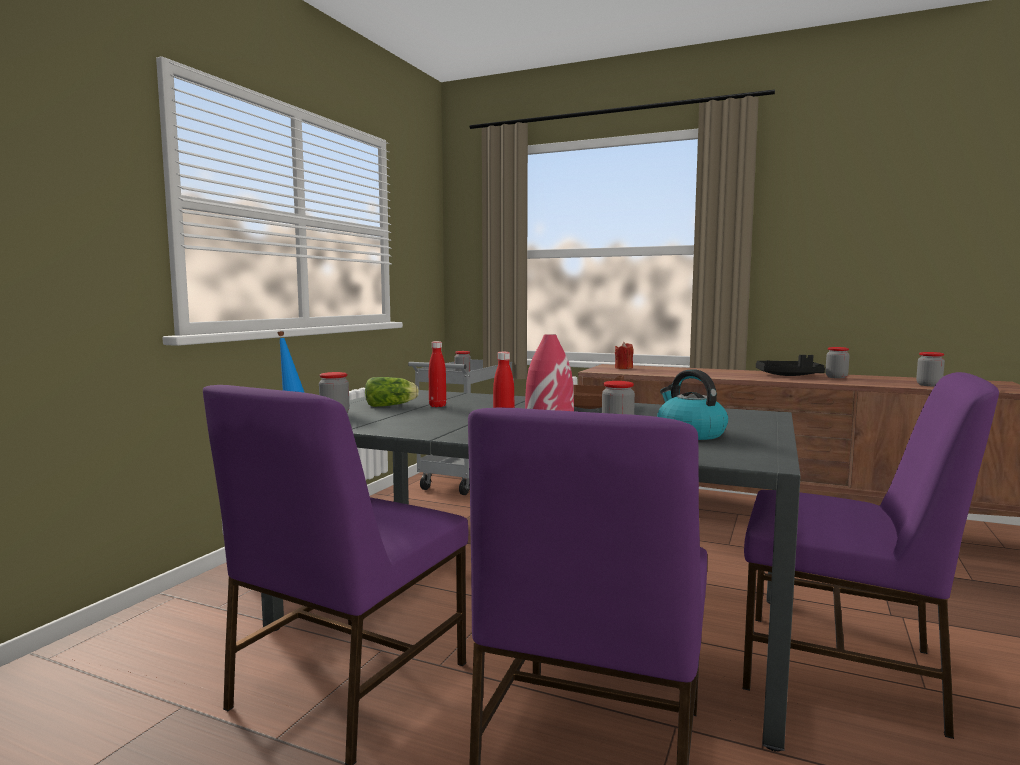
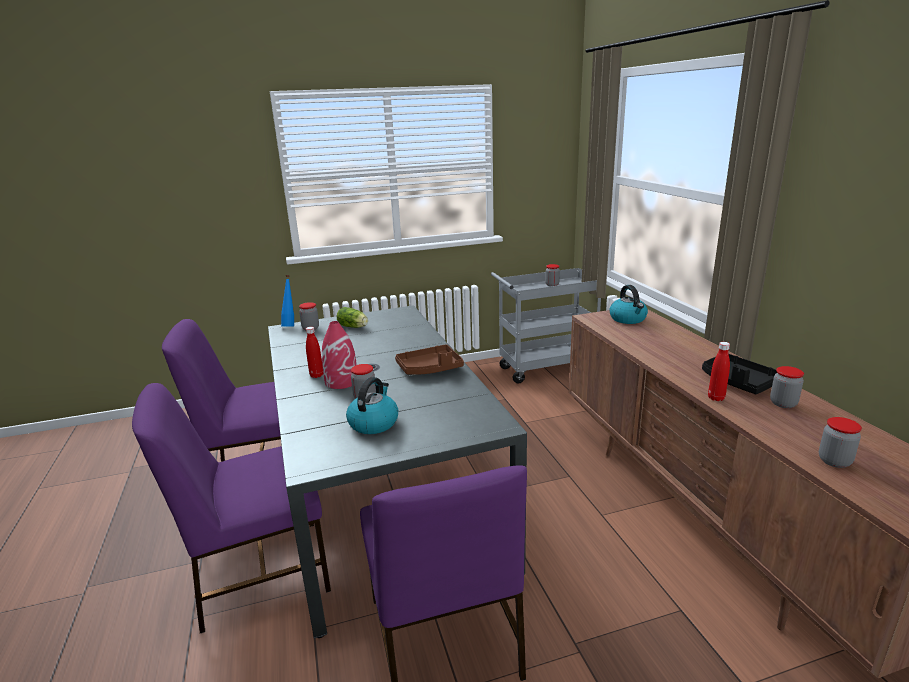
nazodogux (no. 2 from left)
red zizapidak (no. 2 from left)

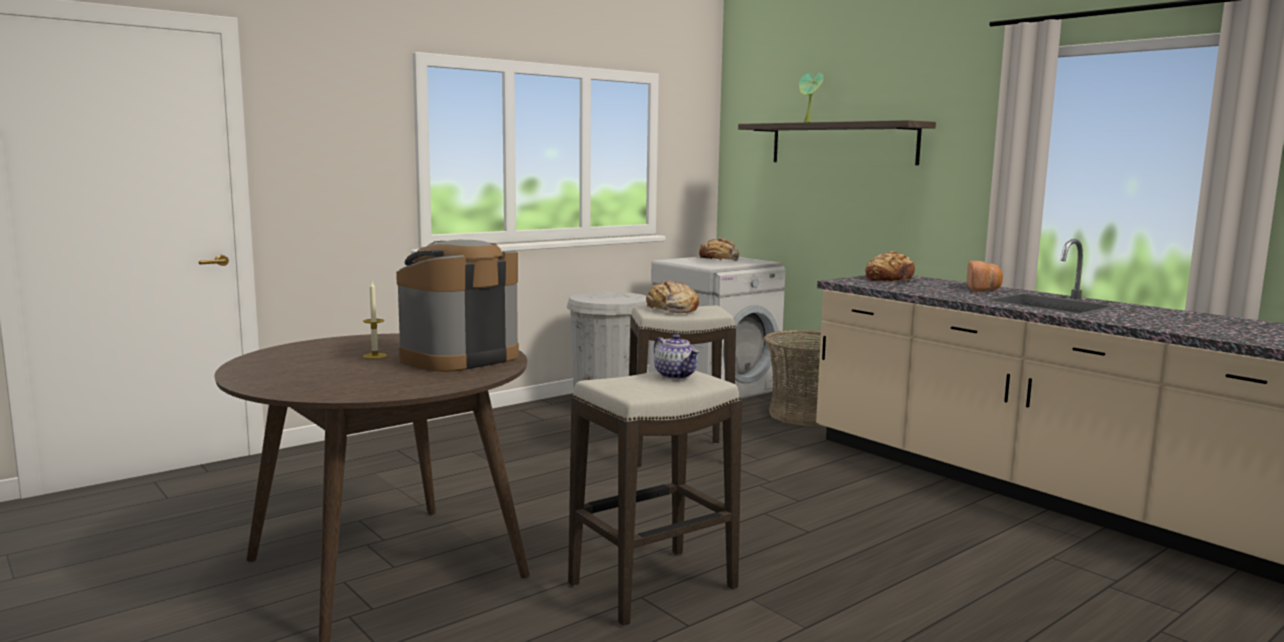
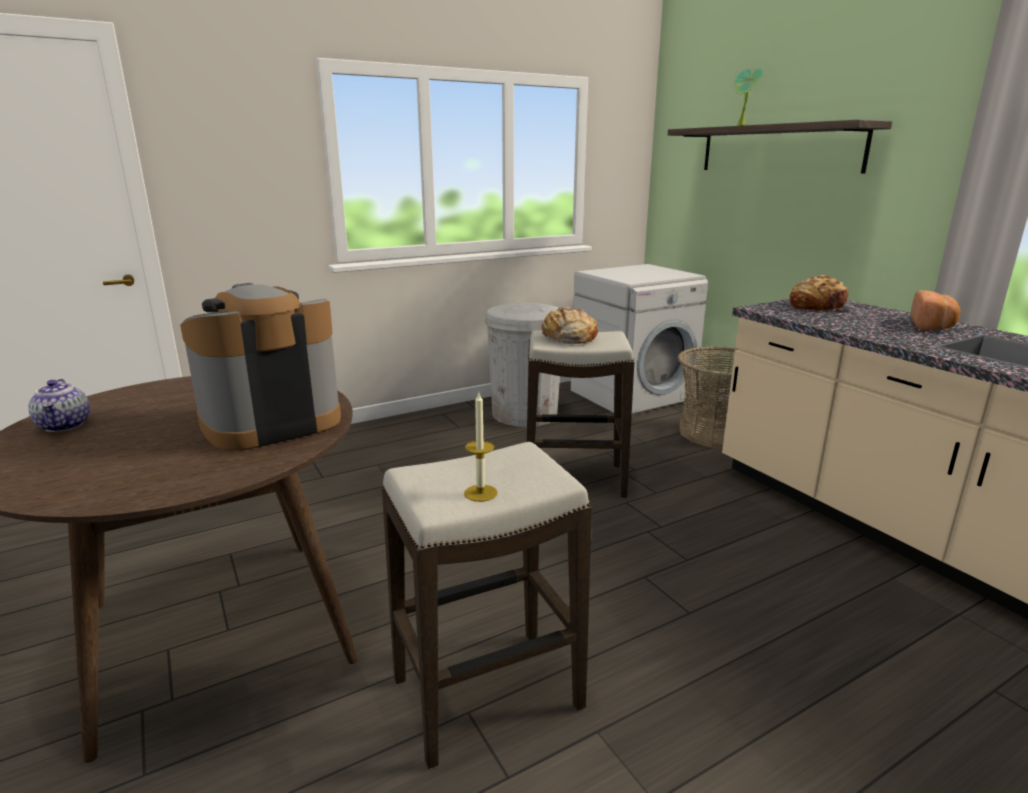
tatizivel
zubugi
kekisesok (no. 2 from left in the first image)

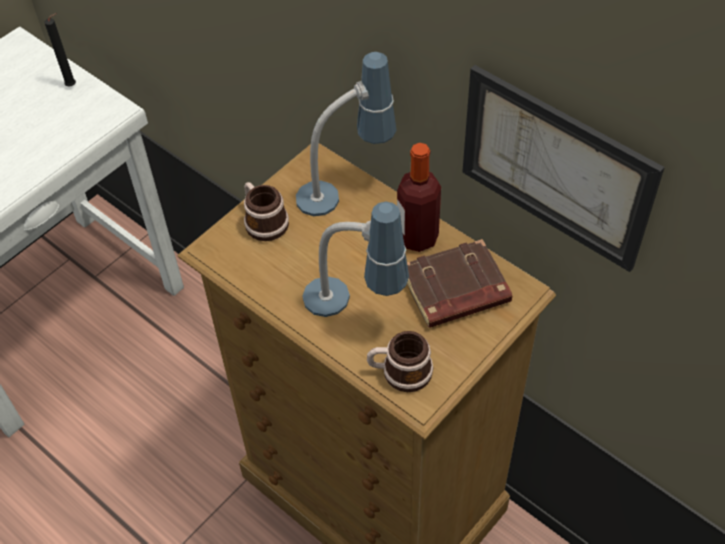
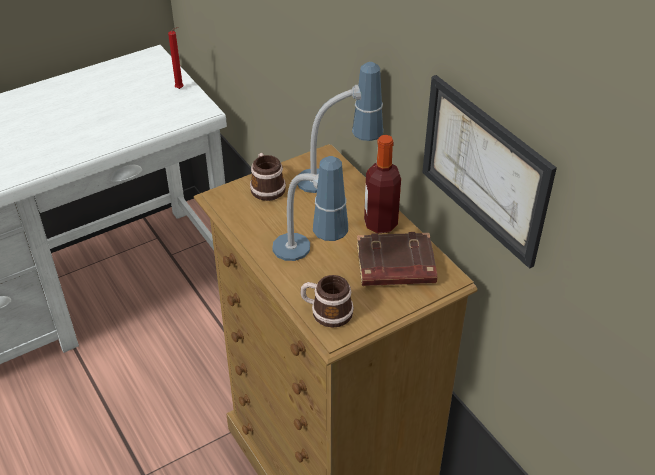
red zubugi

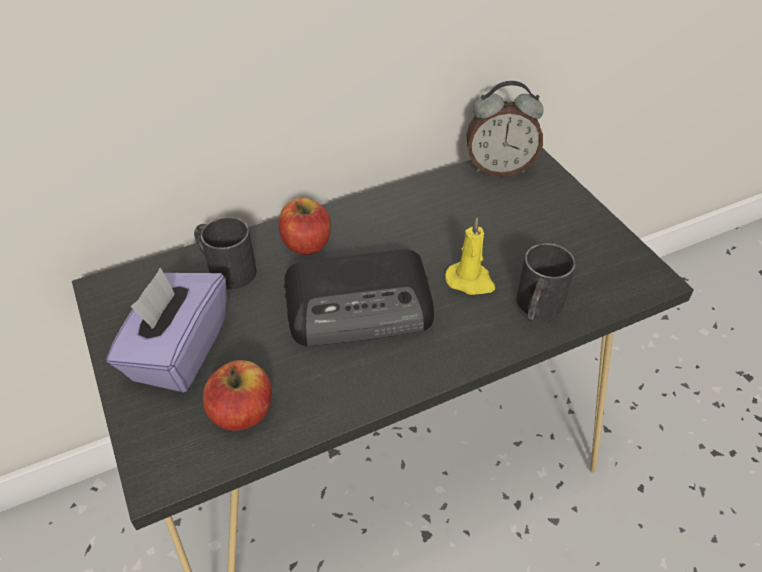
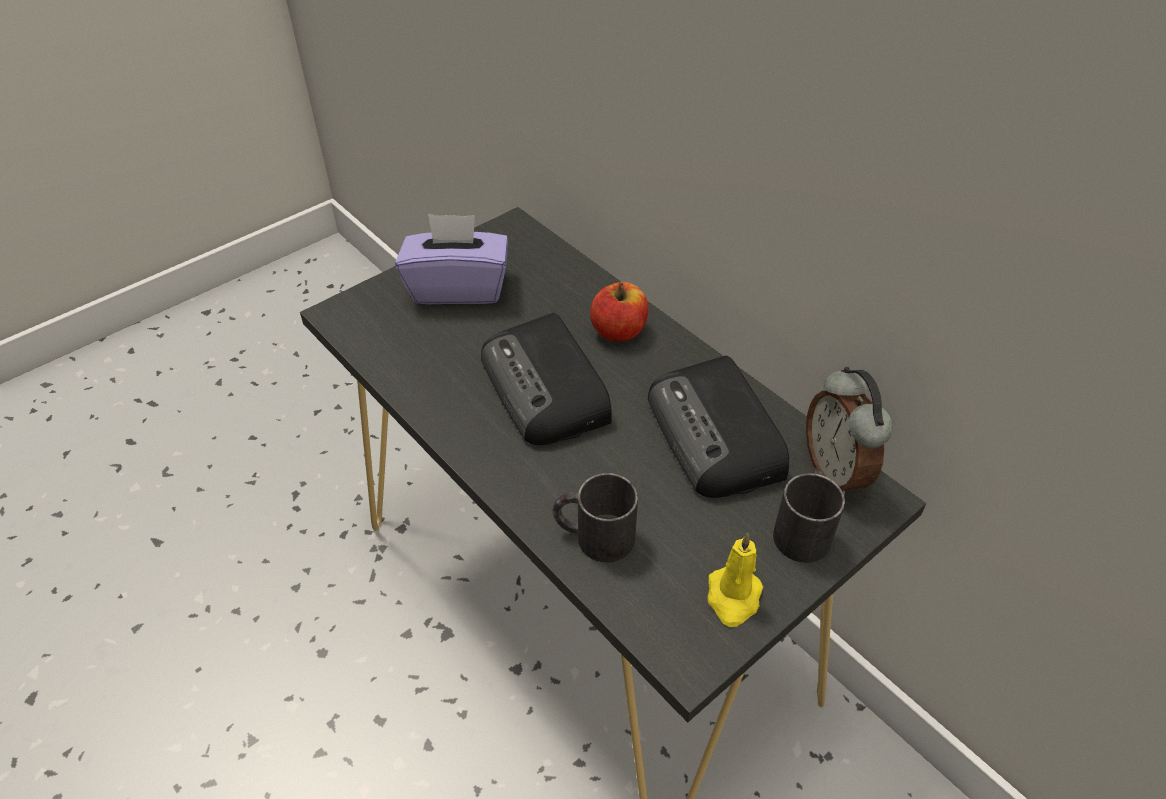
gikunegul (no. 2 from left)
yellow zubugi
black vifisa (no. 2 from left)
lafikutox (no. 1 from left in the first image)

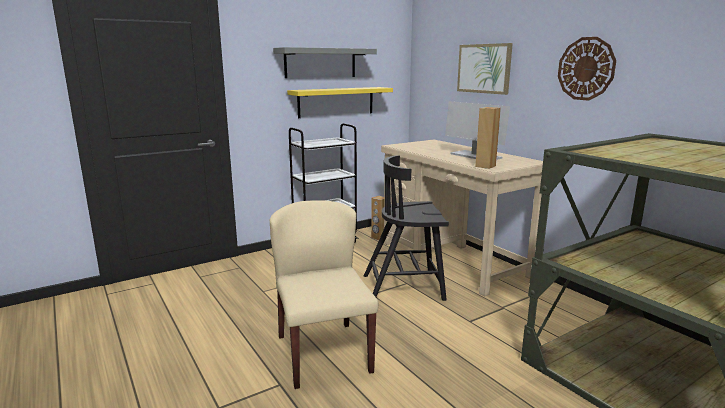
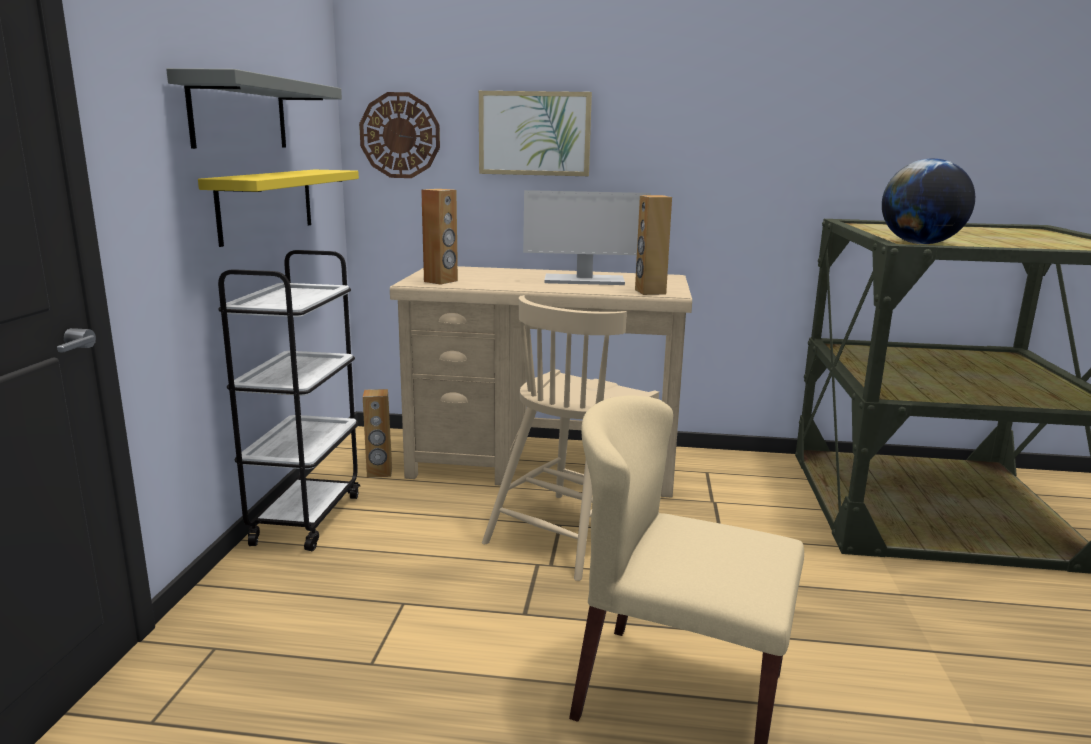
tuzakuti
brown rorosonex (no. 2 from left)
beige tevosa (no. 1 from left)
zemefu

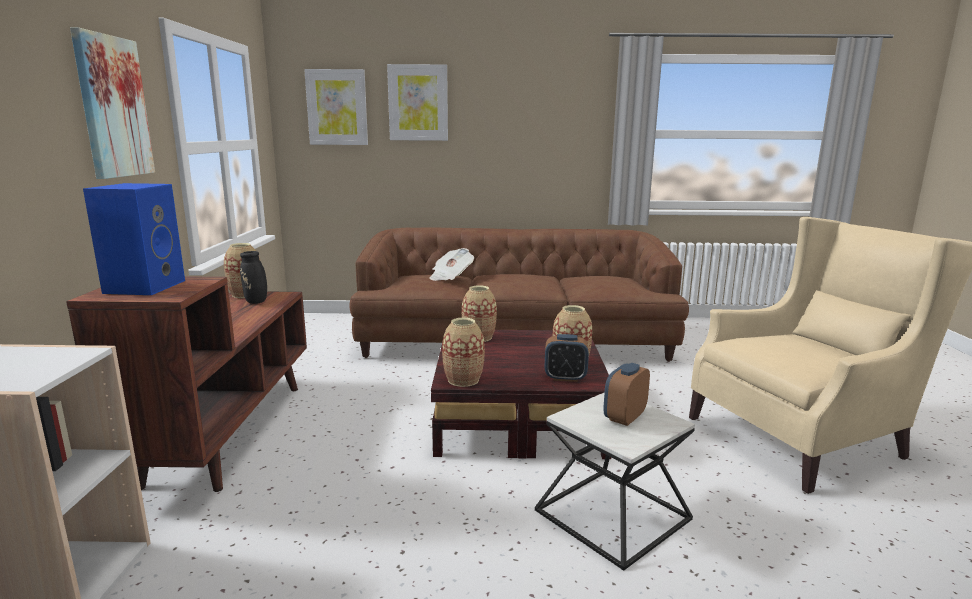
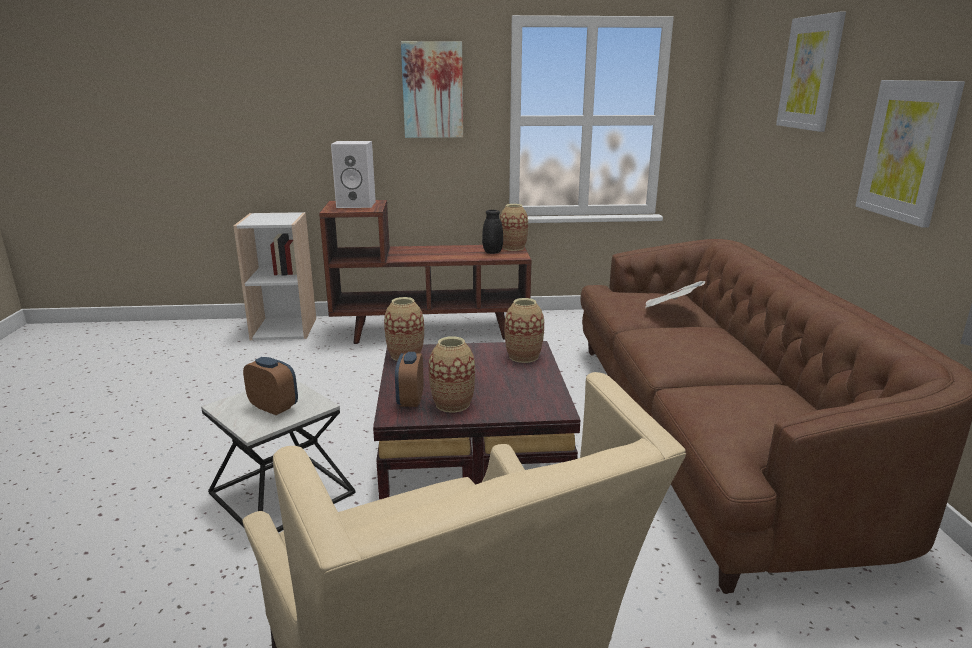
white rorosonex
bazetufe (no. 3 from left)

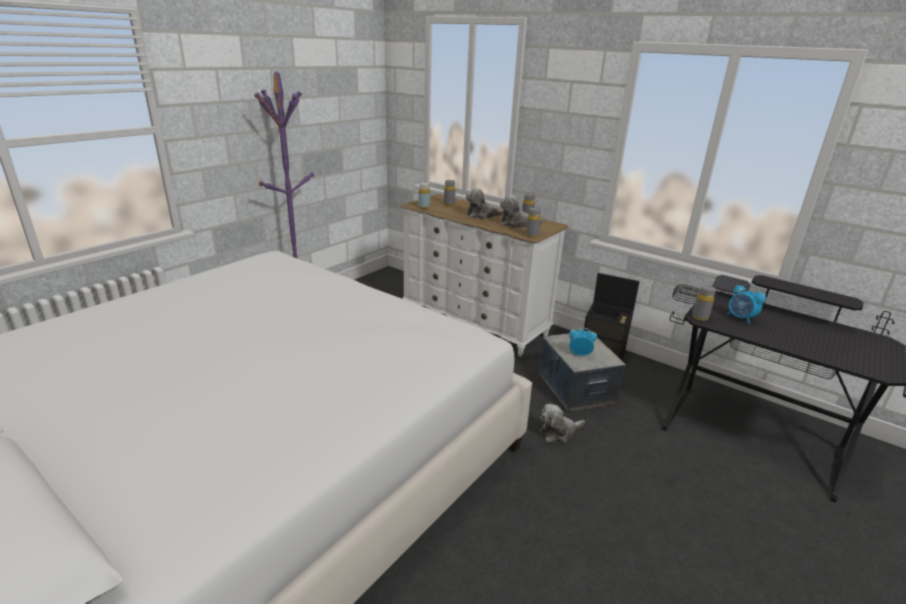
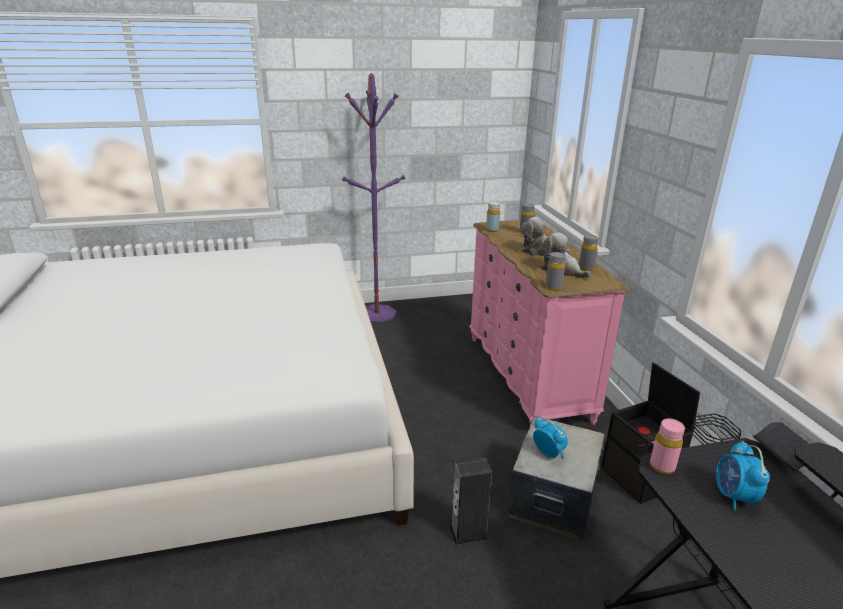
rorosonex
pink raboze
pink zizapidak

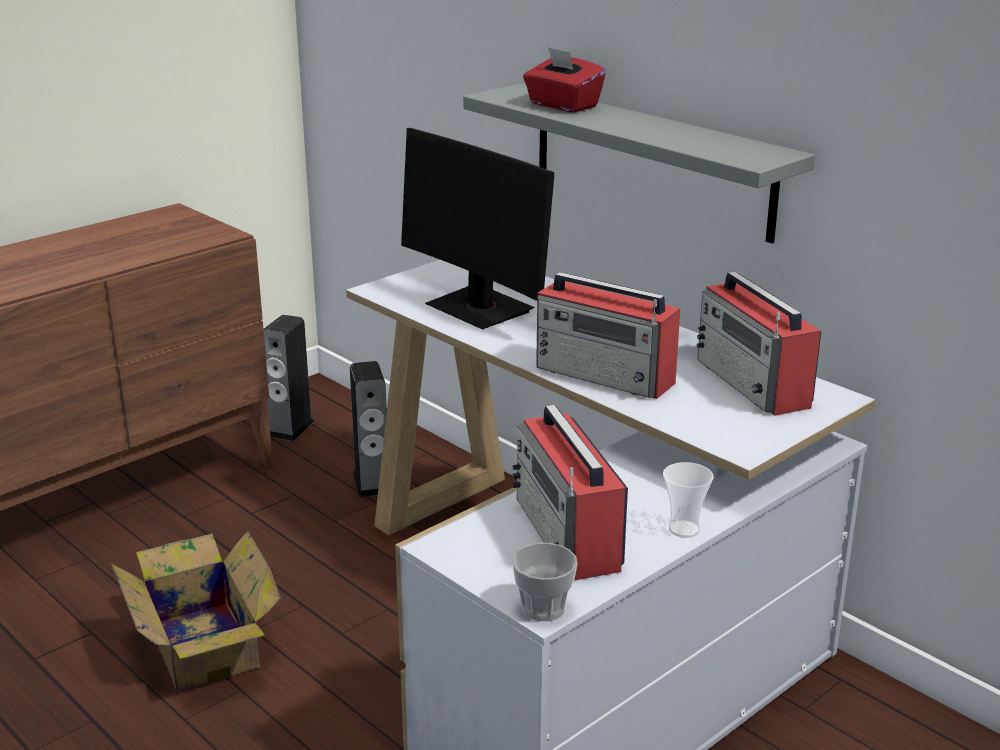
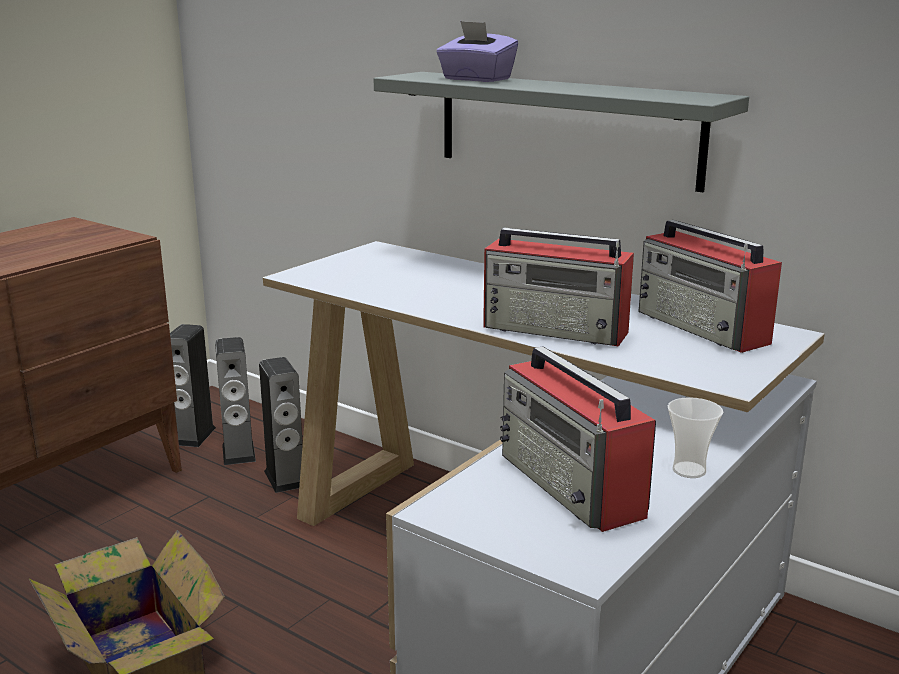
rorosonex (no. 2 from left)
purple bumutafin
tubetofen
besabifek (no. 1 from left in the first image)

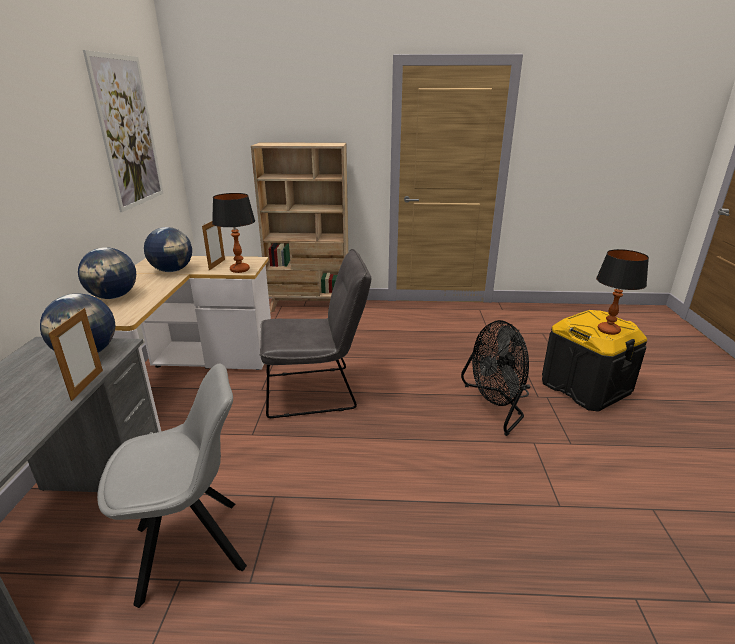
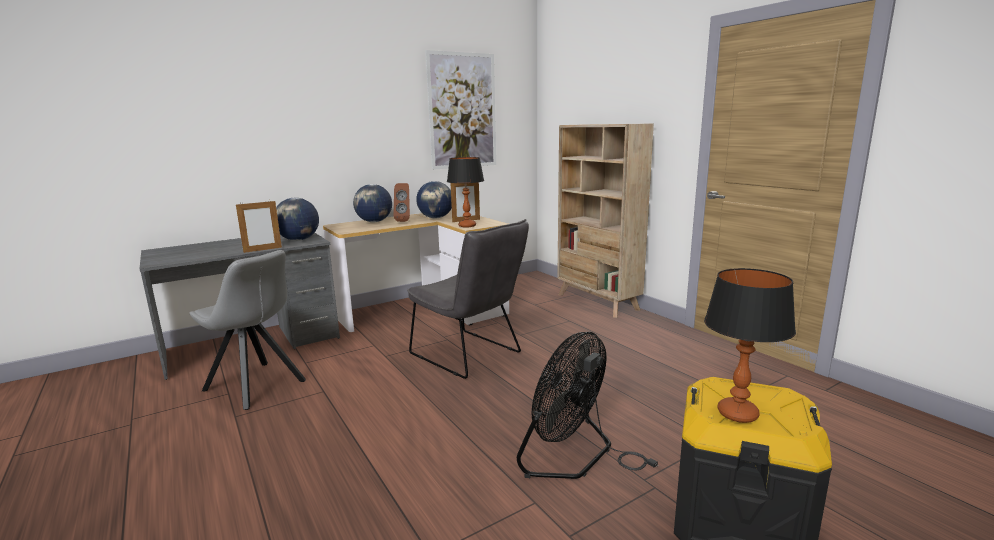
brown rorosonex

